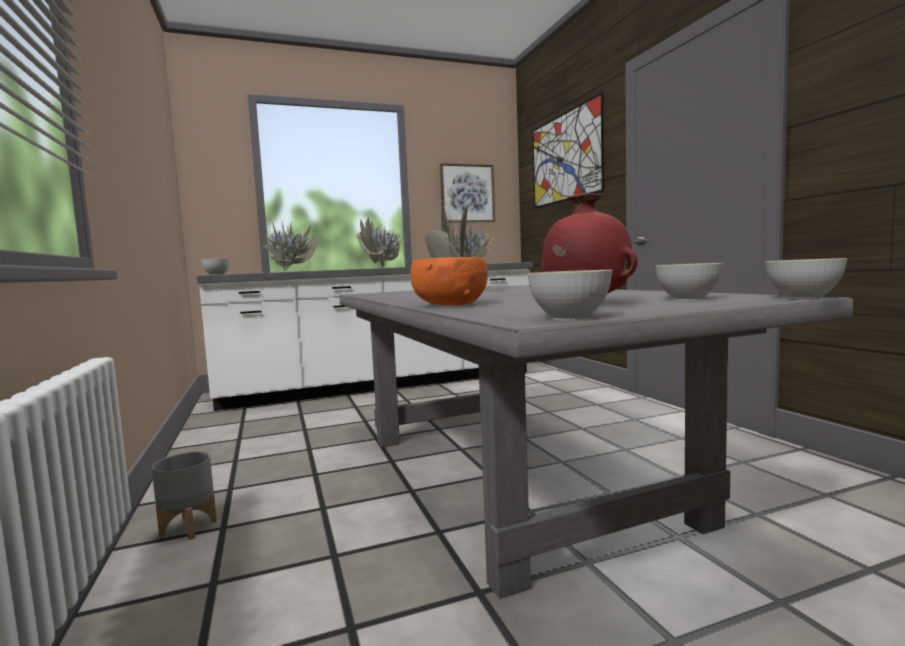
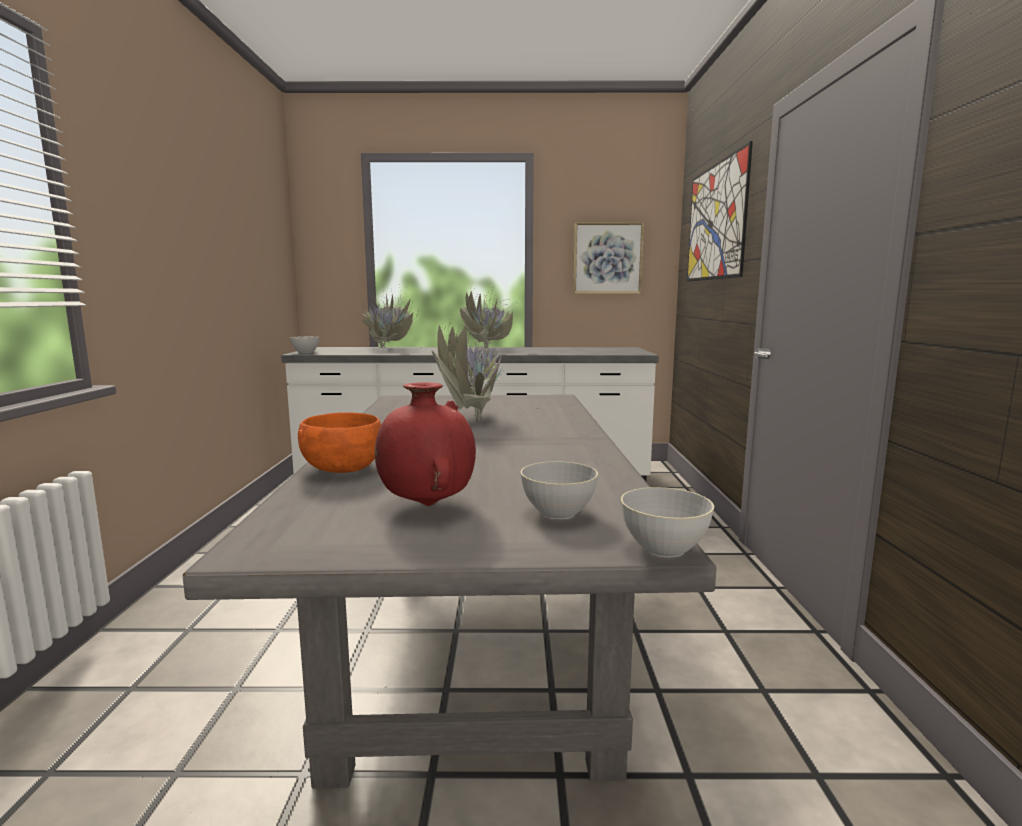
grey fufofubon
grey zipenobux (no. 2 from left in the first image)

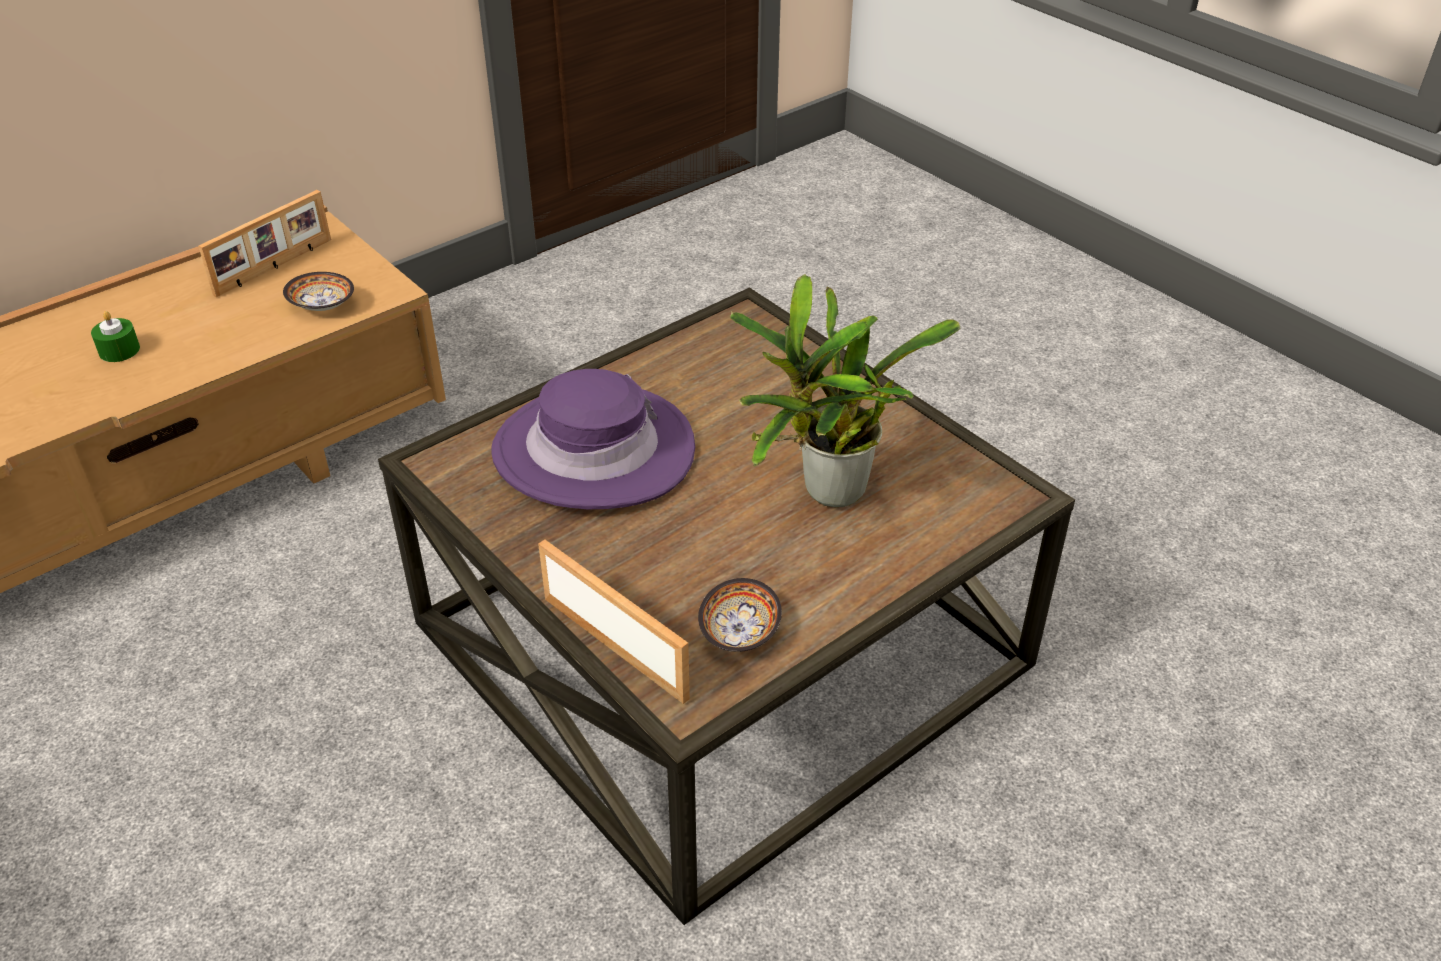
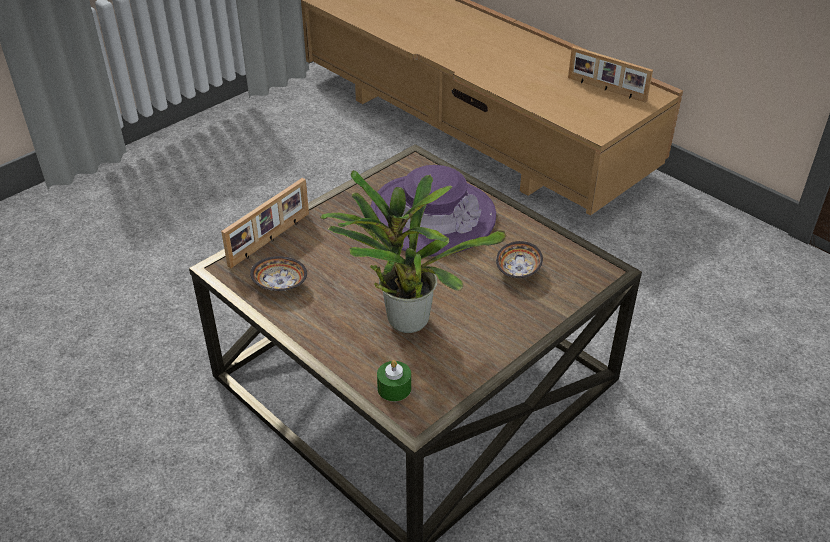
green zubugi
zipenobux (no. 2 from left)

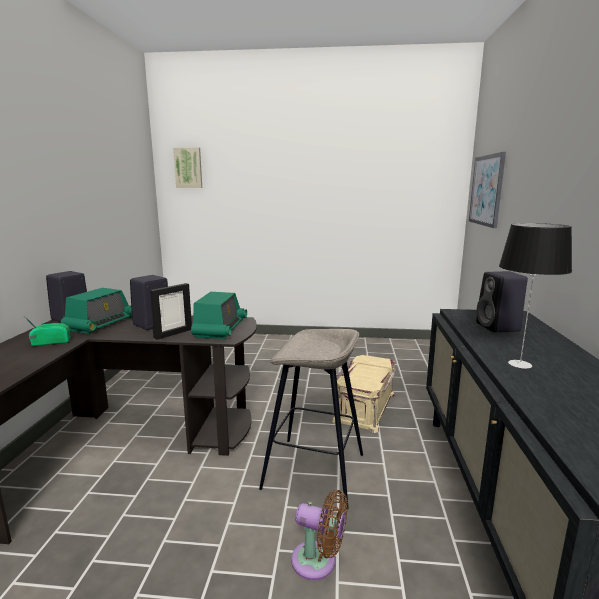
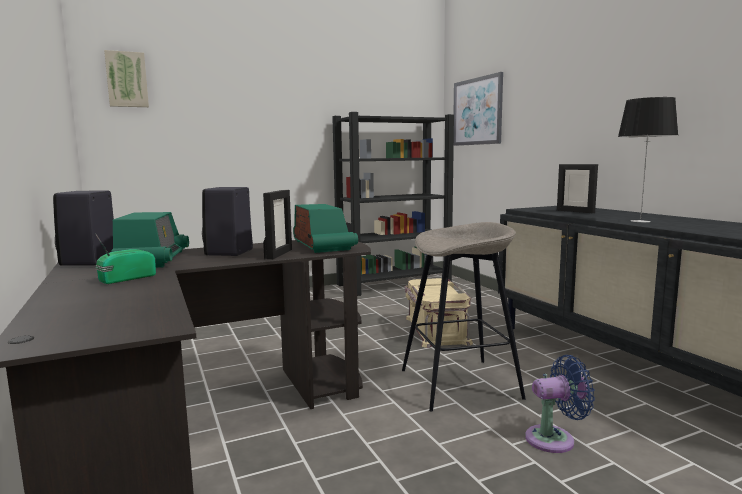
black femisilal
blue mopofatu
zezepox (no. 2 from left)

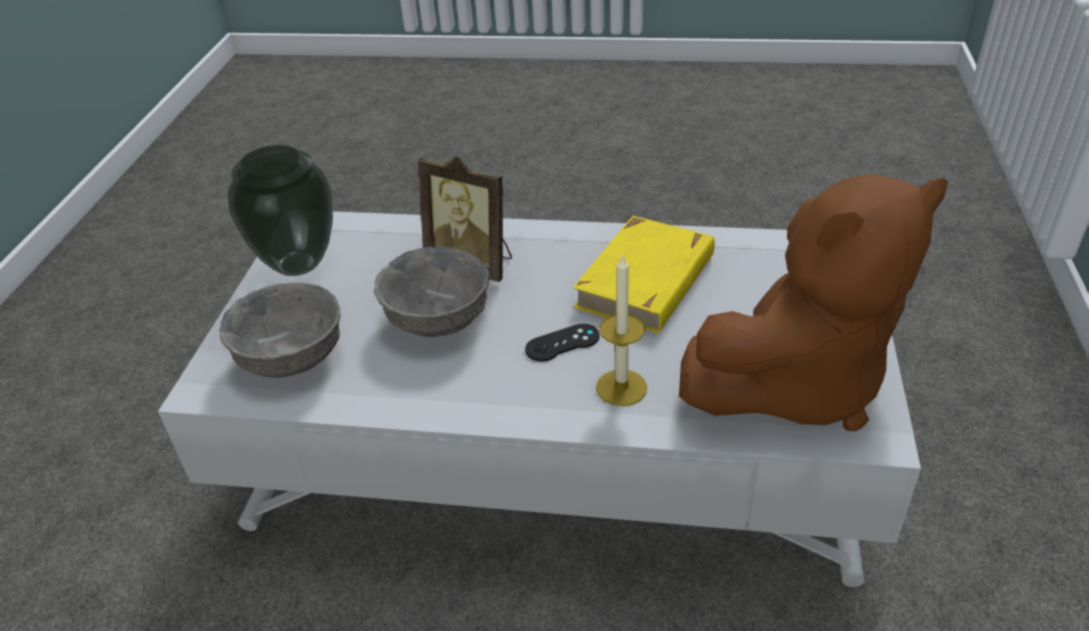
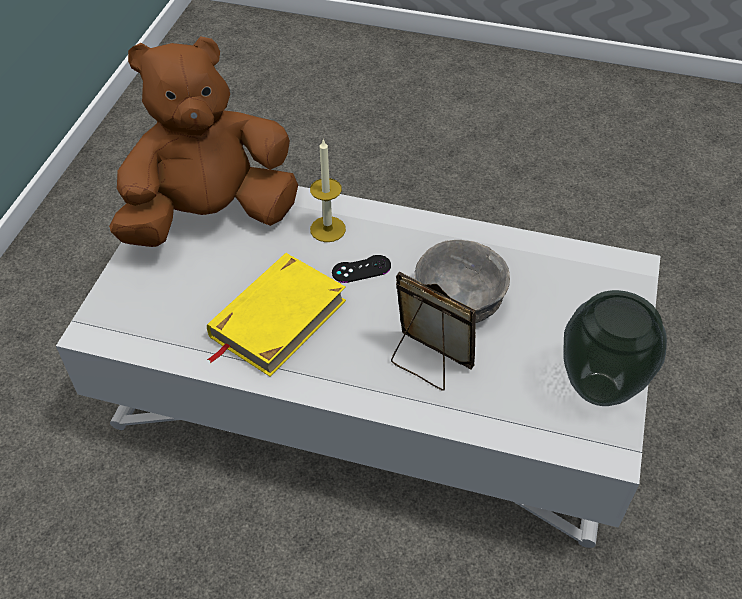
grey zipenobux (no. 1 from left in the first image)

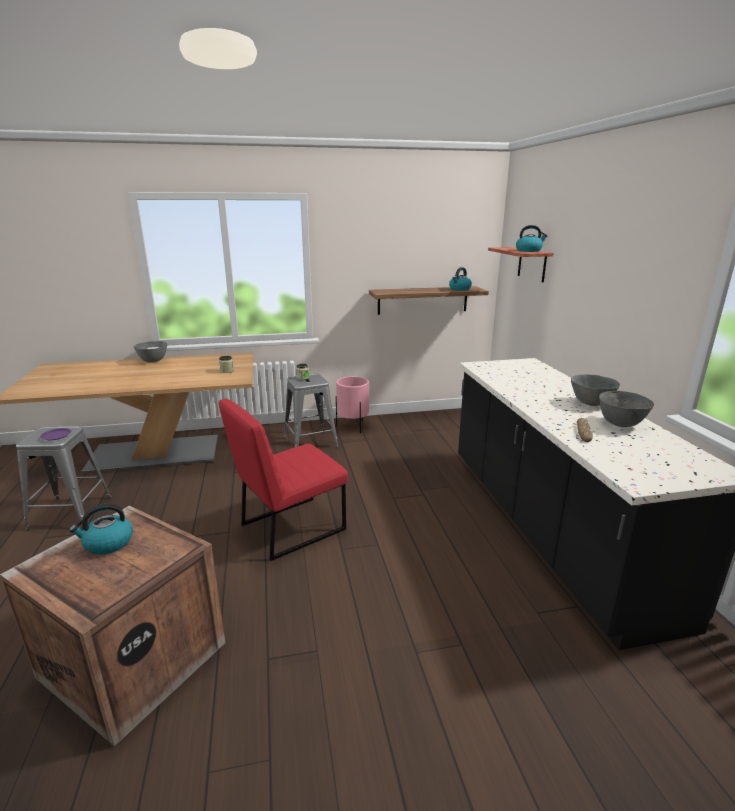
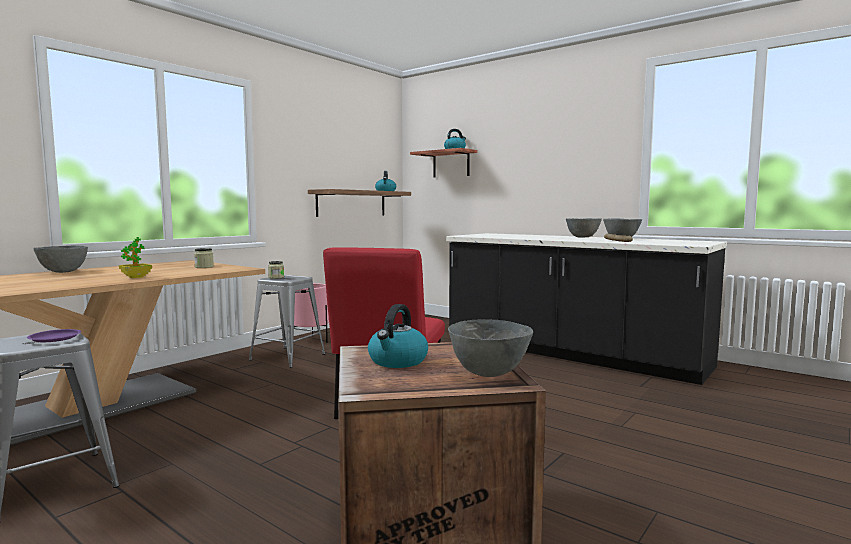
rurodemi
grey zipenobux (no. 2 from left)

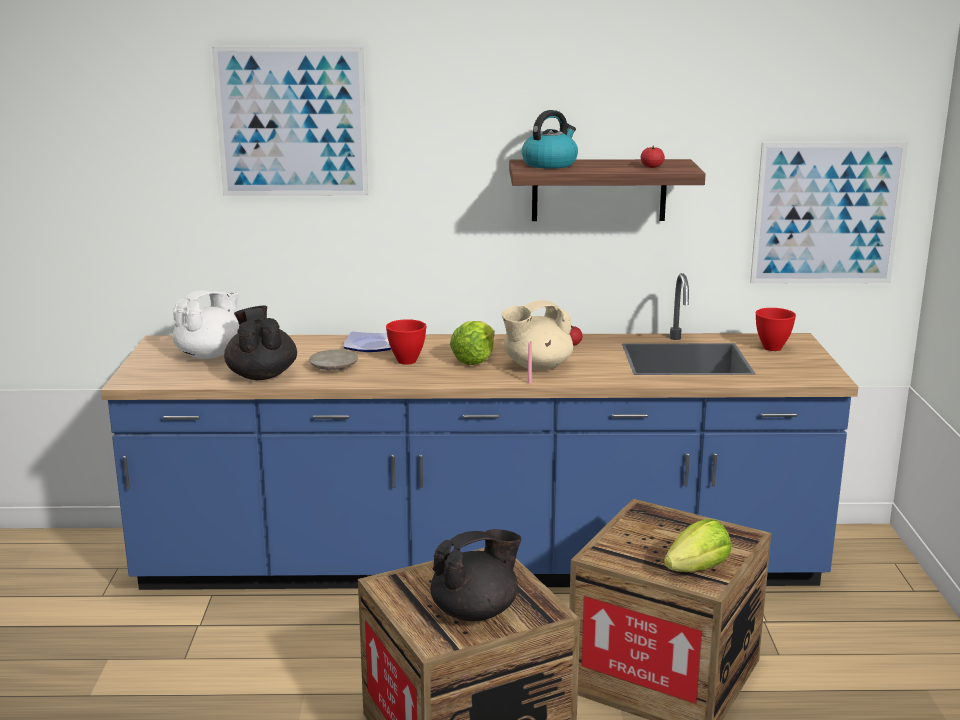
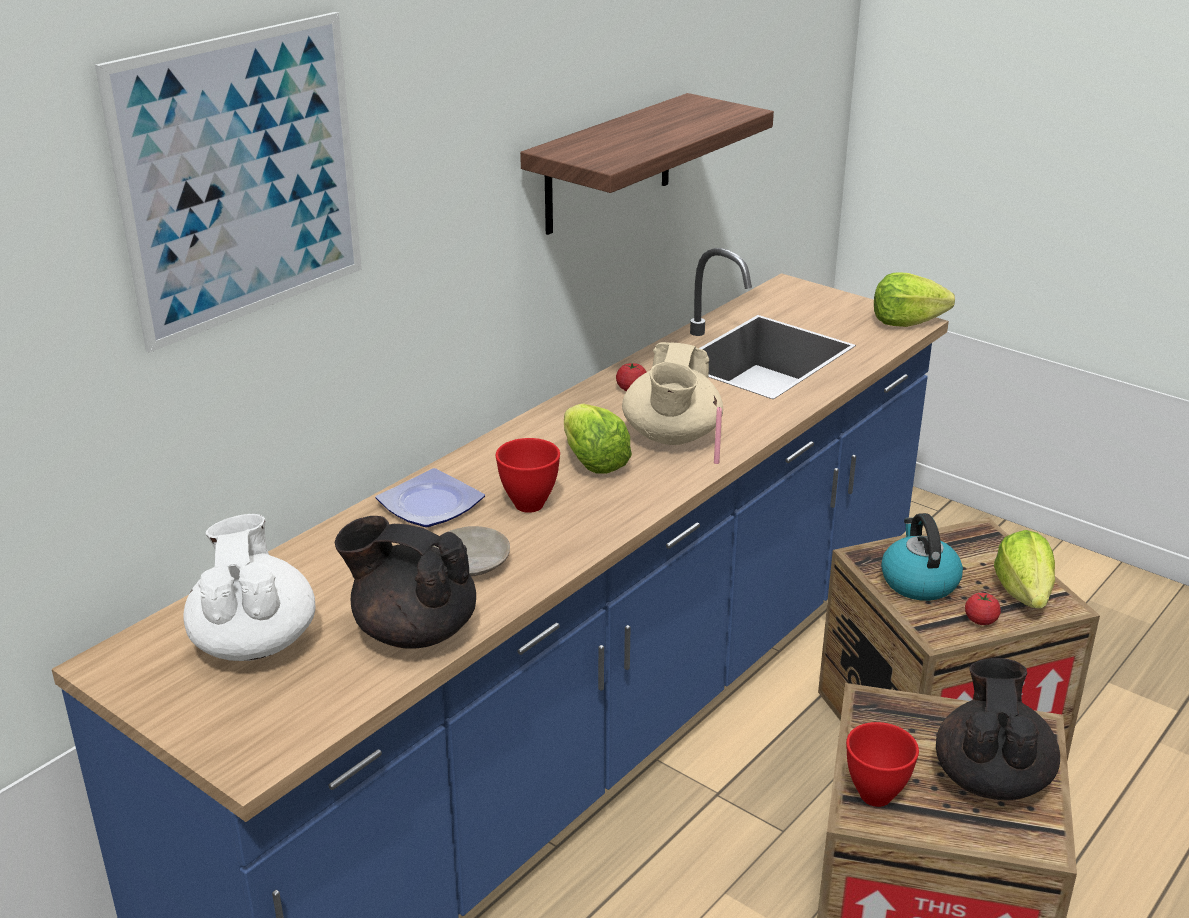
red zipenobux (no. 2 from left)
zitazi (no. 2 from left)
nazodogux
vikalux (no. 2 from left)
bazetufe (no. 2 from left in the first image)

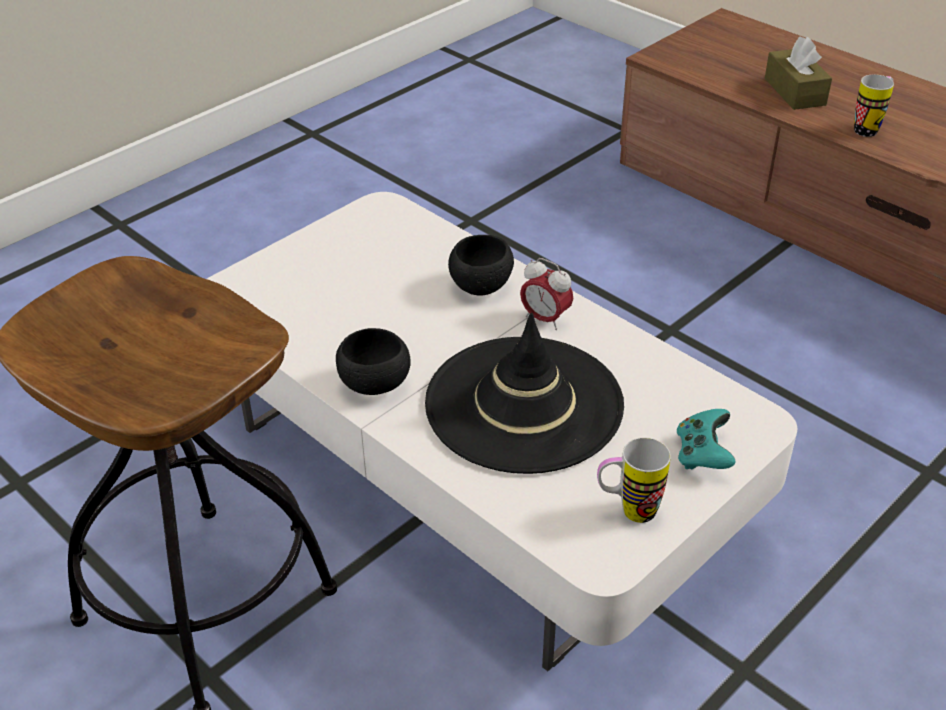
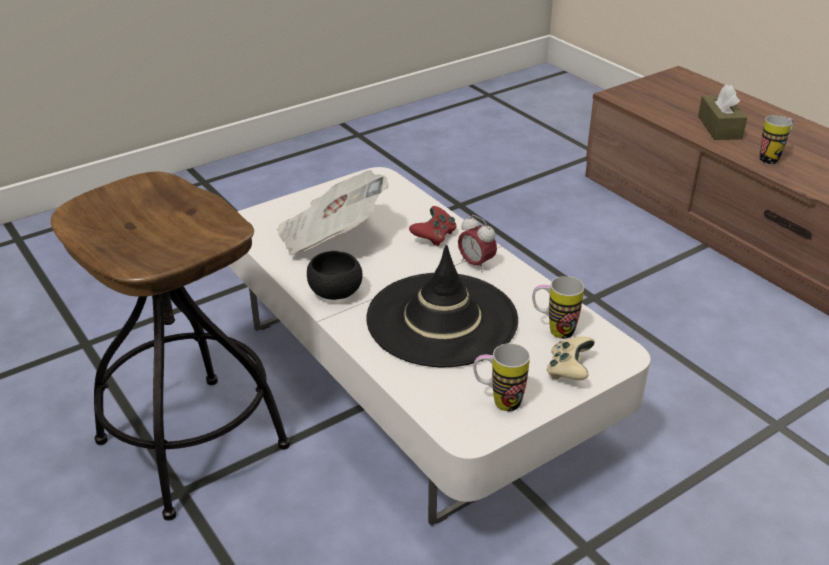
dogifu
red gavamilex
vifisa (no. 2 from left)
beige gavamilex

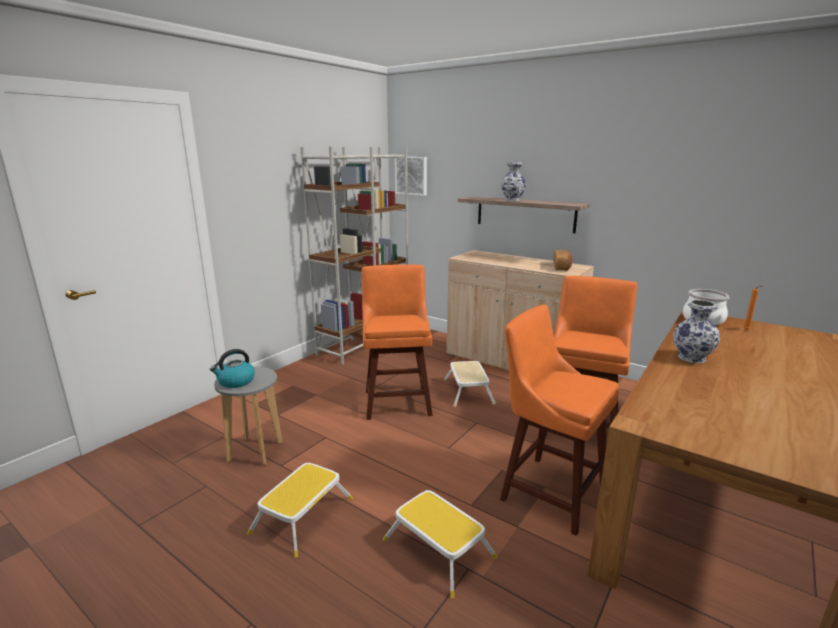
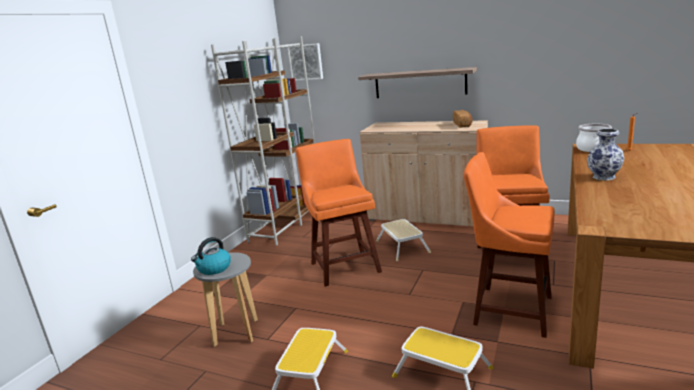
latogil (no. 1 from left in the first image)

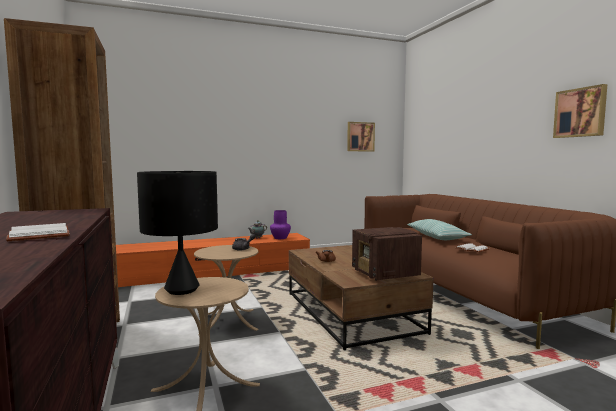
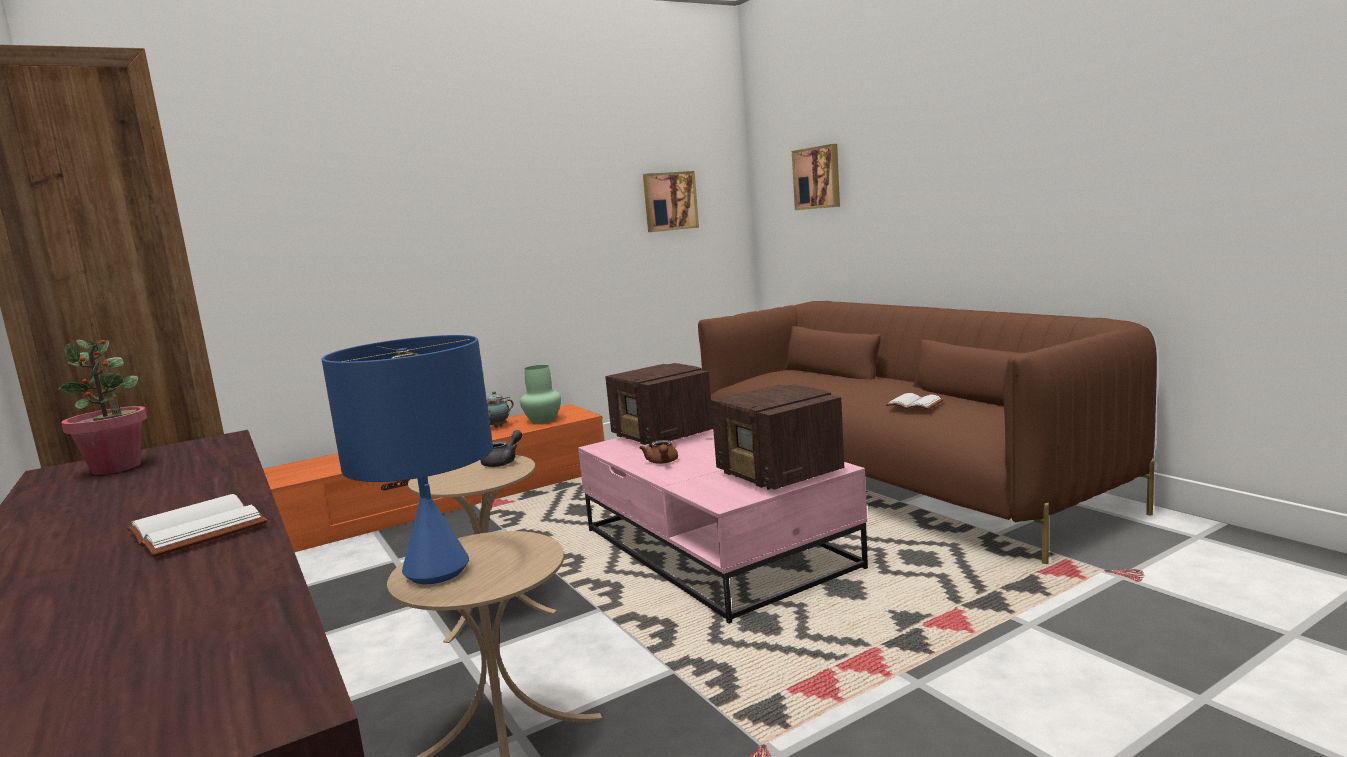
rurodemi
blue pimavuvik
green latogil
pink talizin
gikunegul (no. 1 from left)
bazetufe (no. 2 from left)
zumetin

